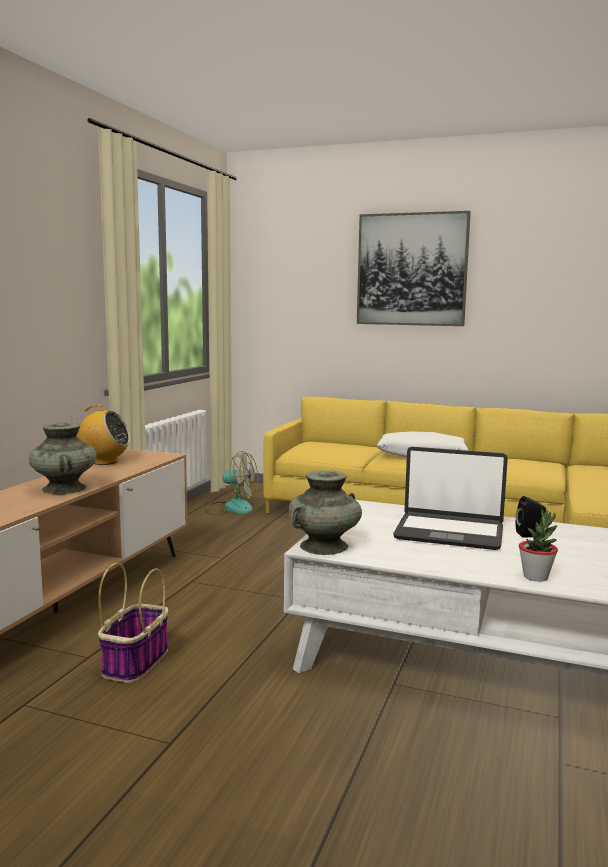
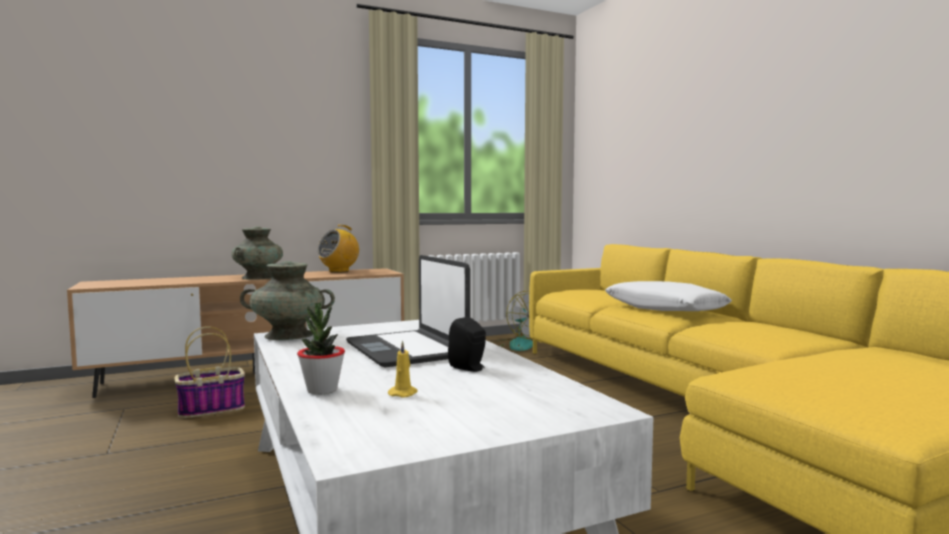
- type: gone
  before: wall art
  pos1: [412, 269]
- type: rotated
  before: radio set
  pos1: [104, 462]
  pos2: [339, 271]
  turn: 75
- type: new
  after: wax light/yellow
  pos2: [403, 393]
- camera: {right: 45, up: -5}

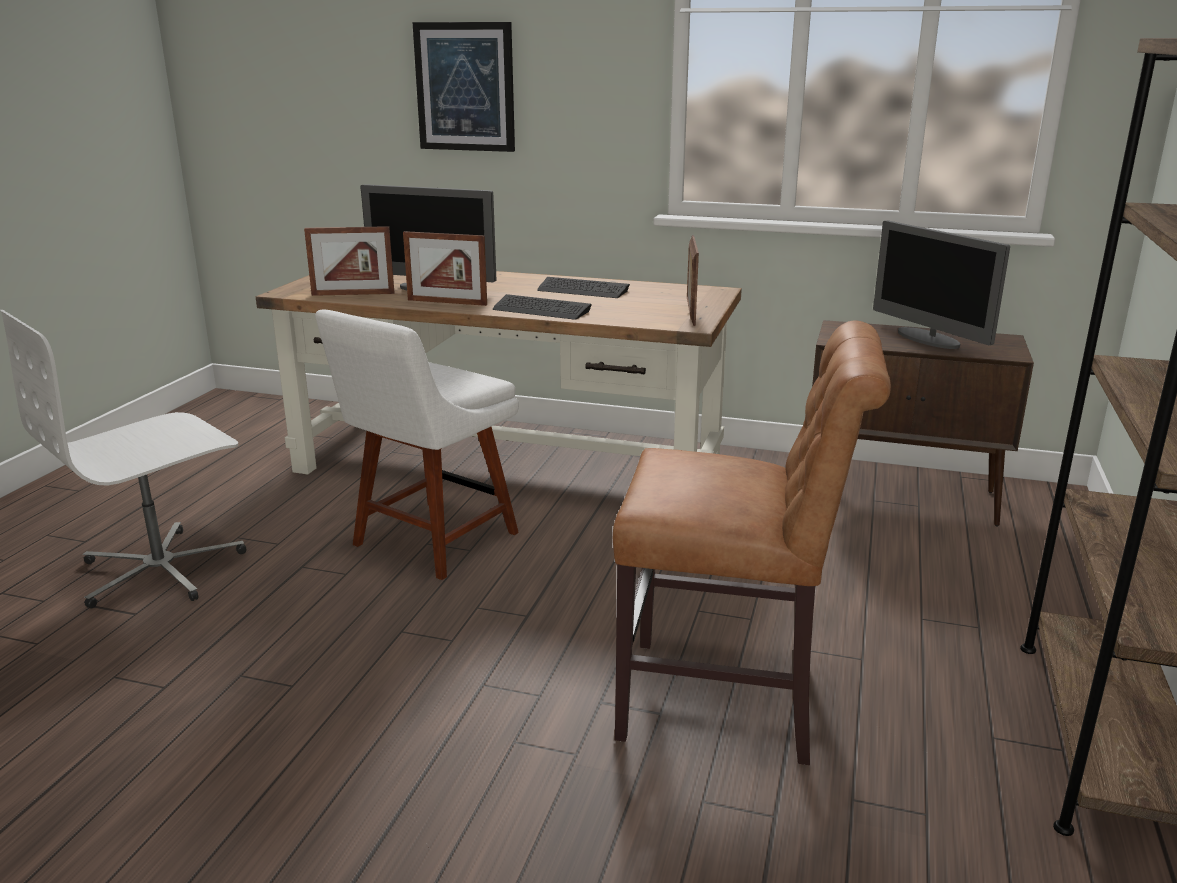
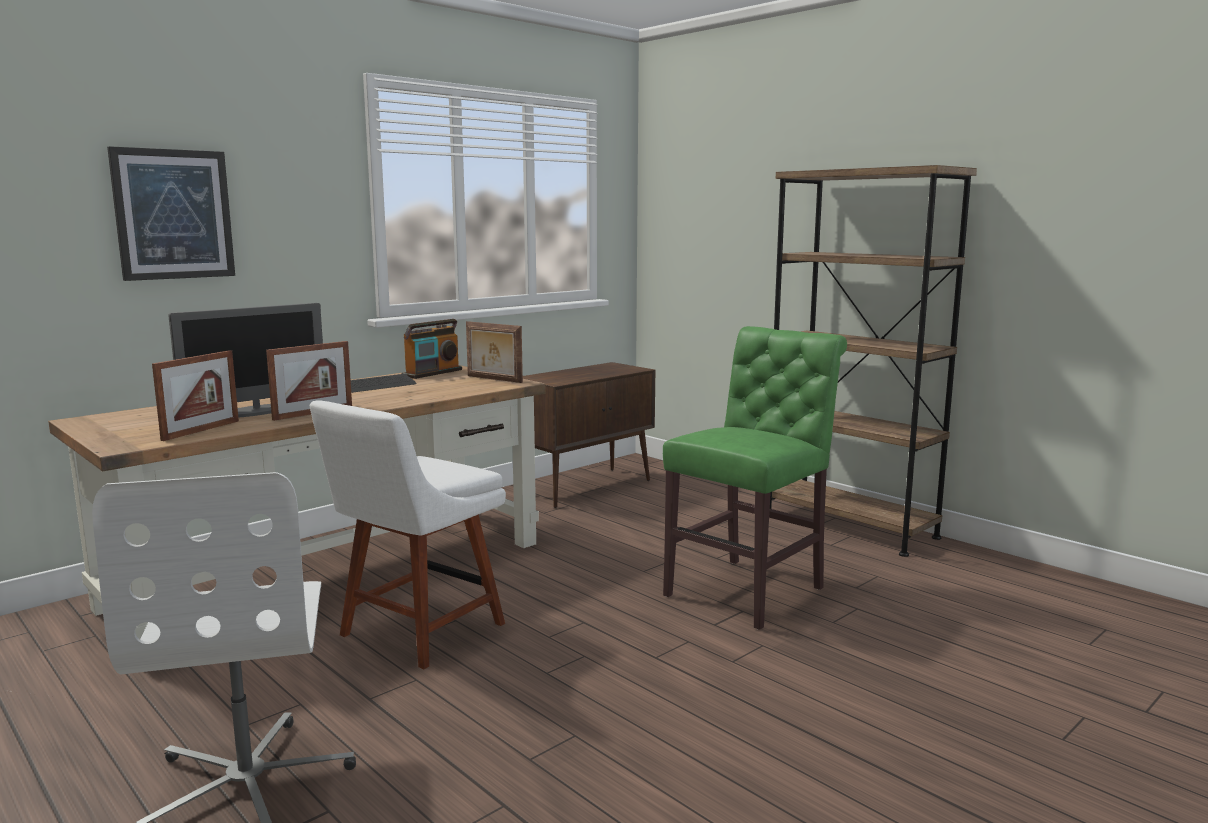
- type: gone
  before: computer screen
  pos1: [928, 339]
- type: gone
  before: PC keyboard
  pos1: [541, 310]
- type: rotated
  before: upright chair/white
  pos1: [430, 542]
  pos2: [417, 632]
  turn: 60
- type: repainted
  before: upright chair/brown-coloured
  after: upright chair/green-coloured
  pos1: [731, 703]
  pos2: [750, 590]
- type: new
  after: radio set
  pos2: [432, 373]
- camera: {right: -60, up: -10}

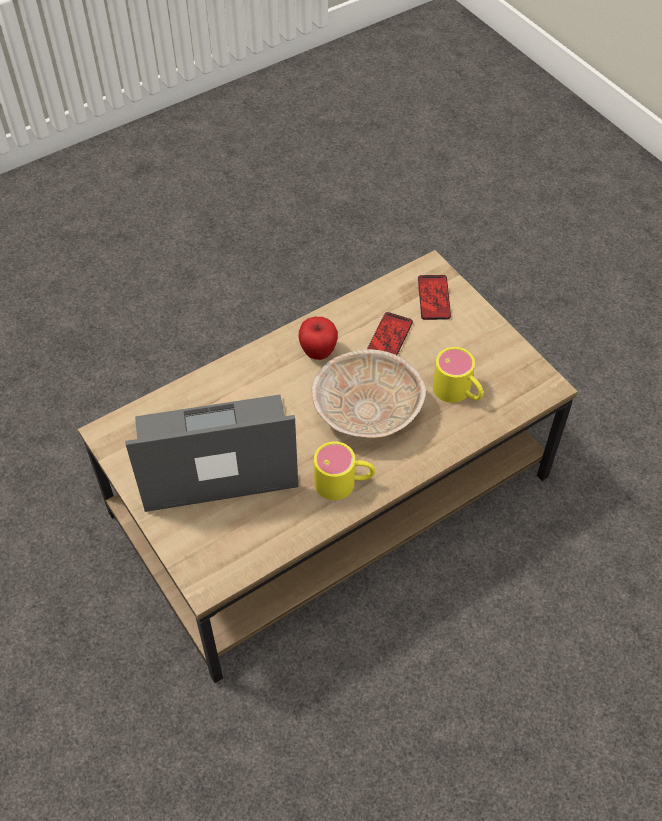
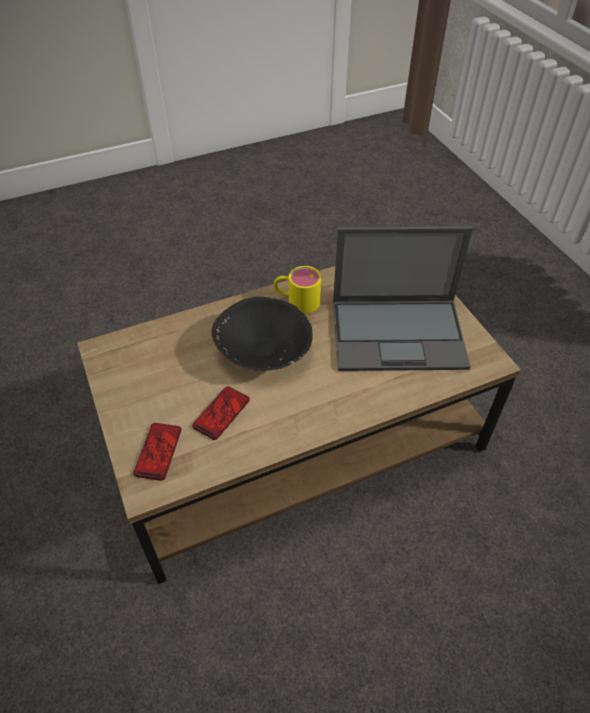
- type: gone
  before: whole apple
  pos1: [318, 352]
- type: gone
  before: coffee mug/yellow
  pos1: [458, 392]
- type: repainted
  before: serving bowl/beige-coloured
  after: serving bowl/black
  pos1: [365, 410]
  pos2: [264, 350]
- camera: {right: -170, up: -5}

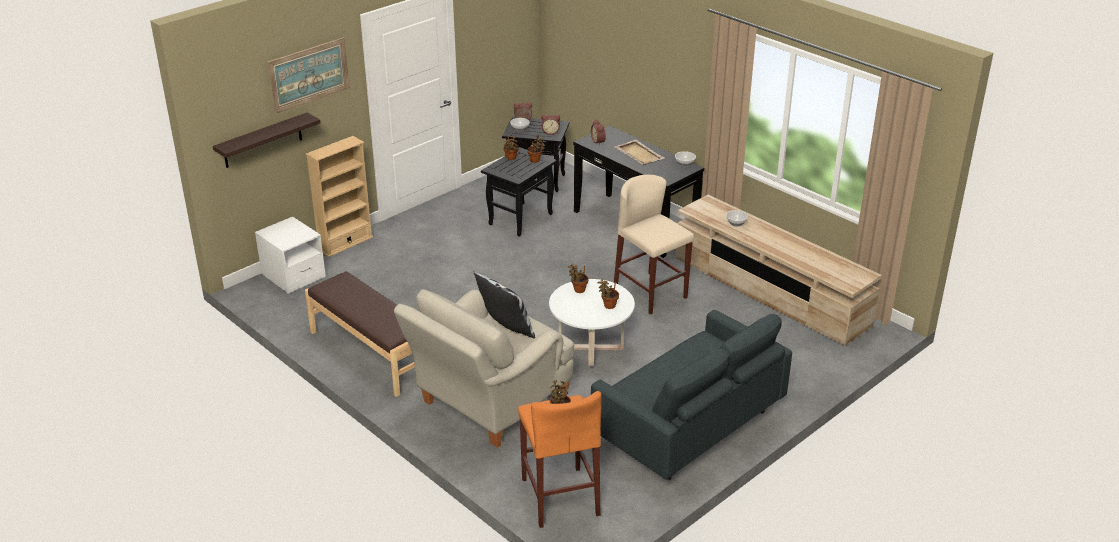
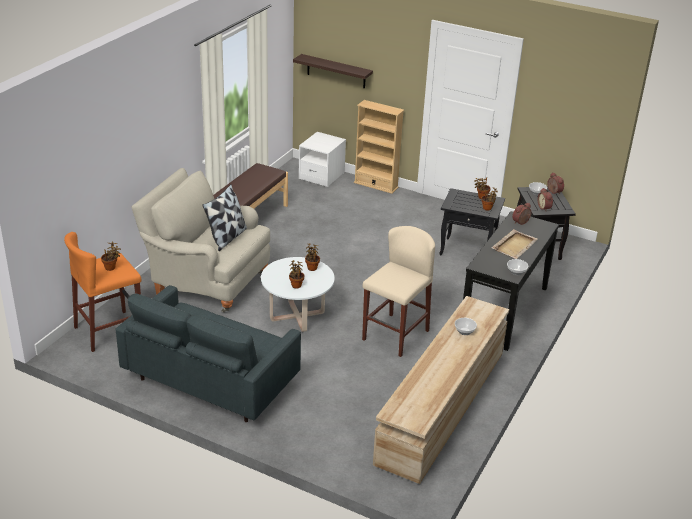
- type: gone
  before: wall art
  pos1: [309, 74]
- camera: {right: 70, up: 0}

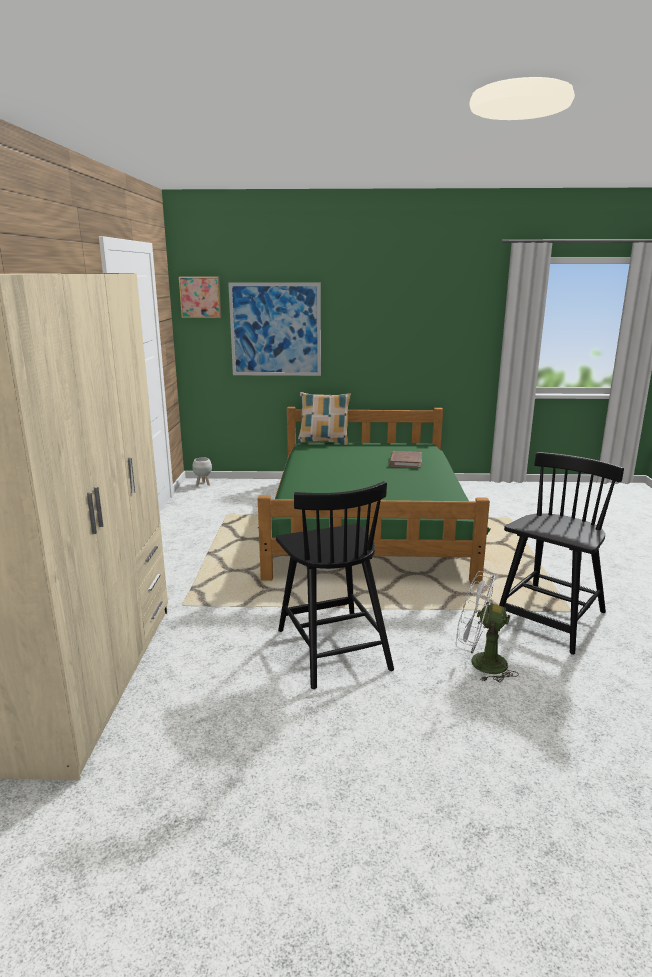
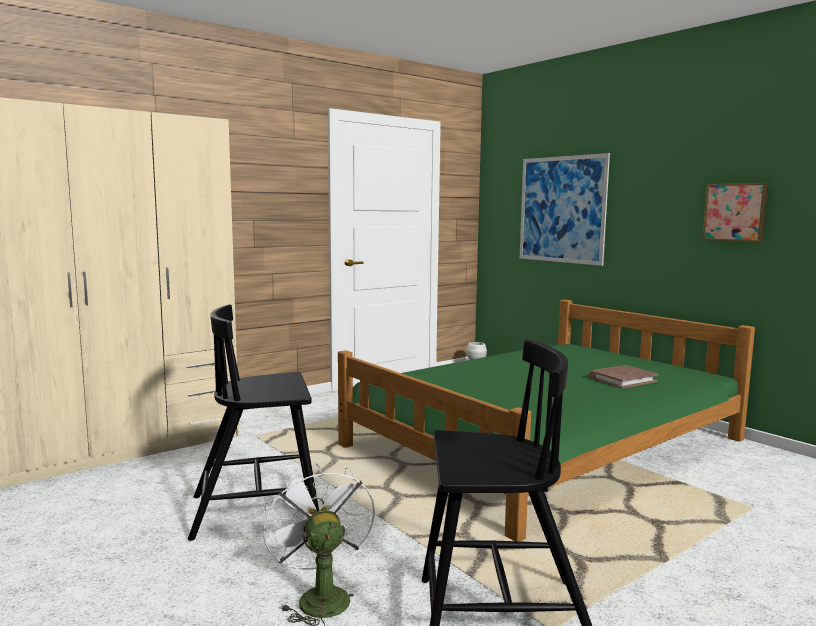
- type: shifted
  before: wall art
  pos1: [200, 297]
  pos2: [735, 212]
- type: gone
  before: pillow
  pos1: [323, 442]
- type: rotated
  before: upright chair/black
  pos1: [332, 648]
  pos2: [258, 510]
  turn: 45
- camera: {right: 50, up: -10}

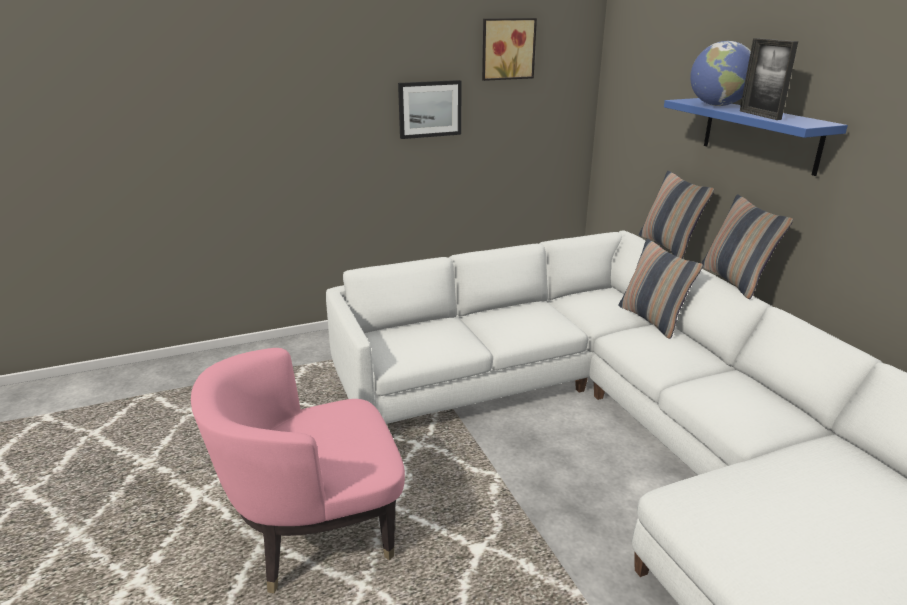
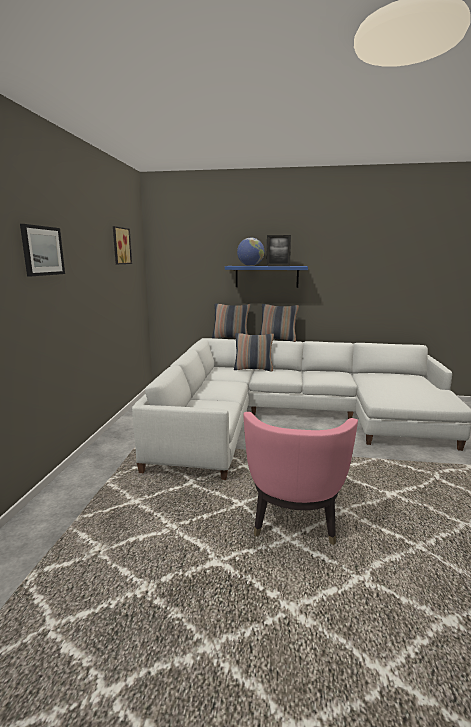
- type: shifted
  before: wall art
  pos1: [429, 109]
  pos2: [42, 251]
- camera: {right: -60, up: -10}

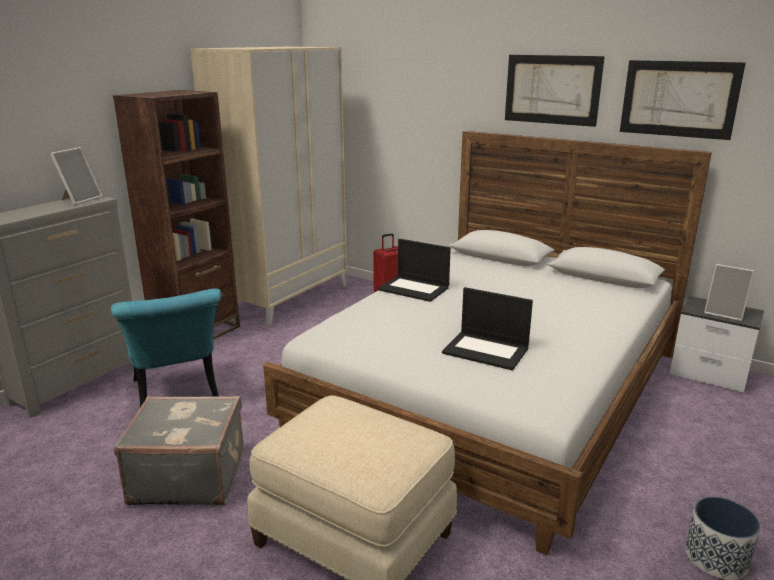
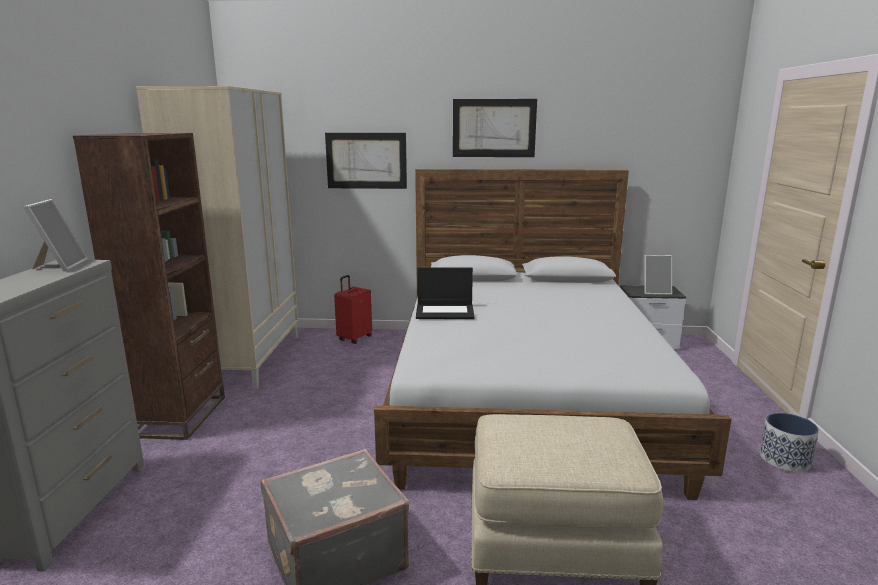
- type: shifted
  before: wall art
  pos1: [679, 99]
  pos2: [366, 160]
- type: gone
  before: laptop
  pos1: [487, 350]
- type: gone
  before: upright chair/turquoise
  pos1: [178, 395]
- camera: {right: -30, up: -5}

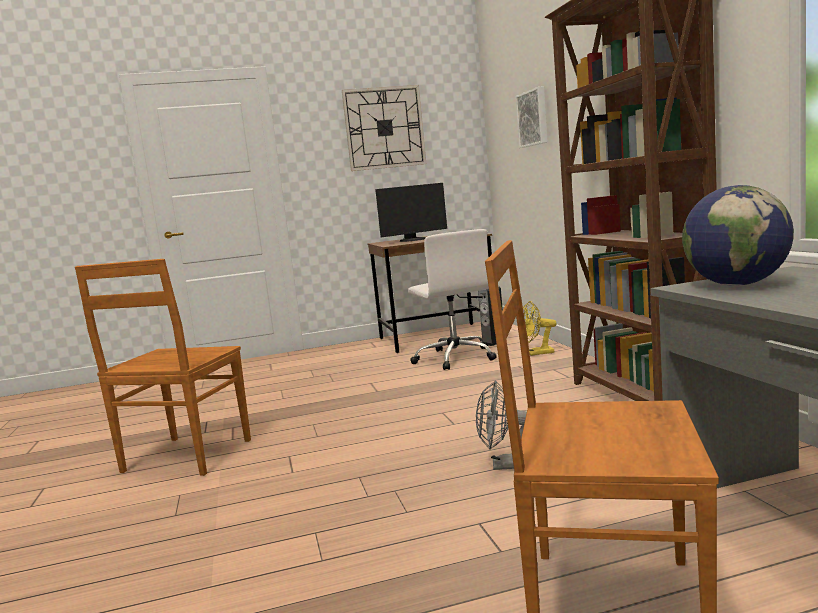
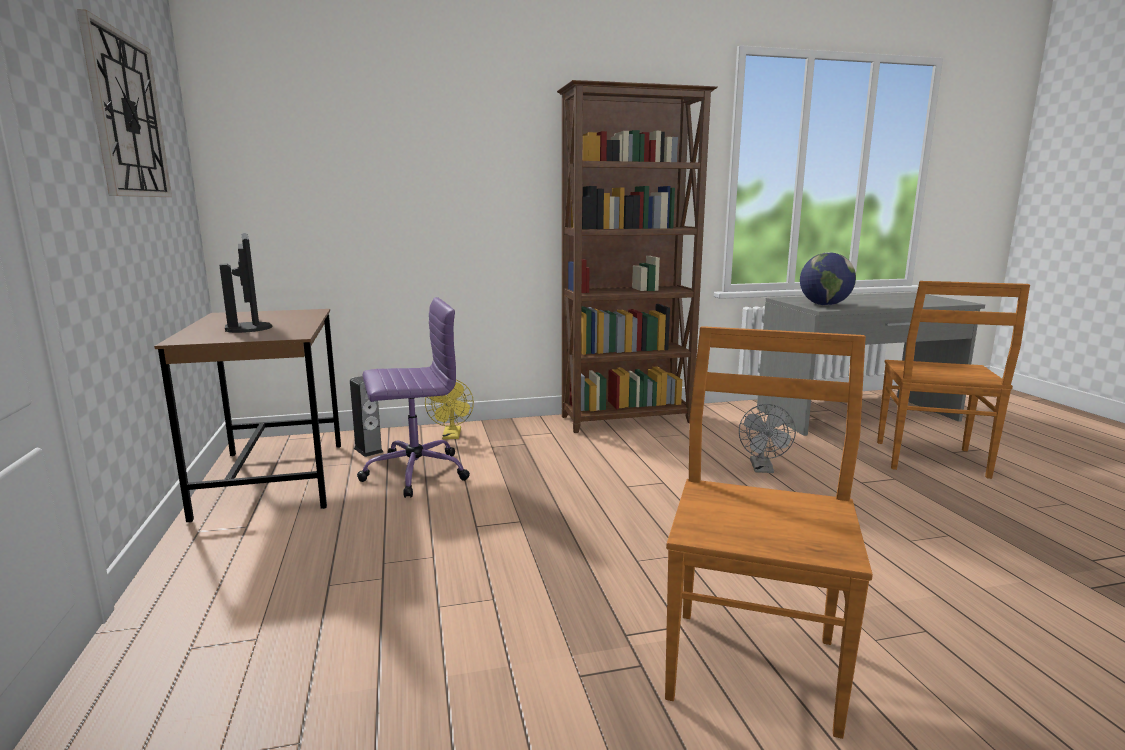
- type: gone
  before: wall art
  pos1: [534, 118]
- type: repainted
  before: desk chair/white
  after: desk chair/purple
  pos1: [455, 358]
  pos2: [413, 473]
- type: rotated
  before: upright chair/brown-coloured
  pos1: [185, 457]
  pos2: [753, 664]
  turn: -90
- camera: {right: -90, up: 5}

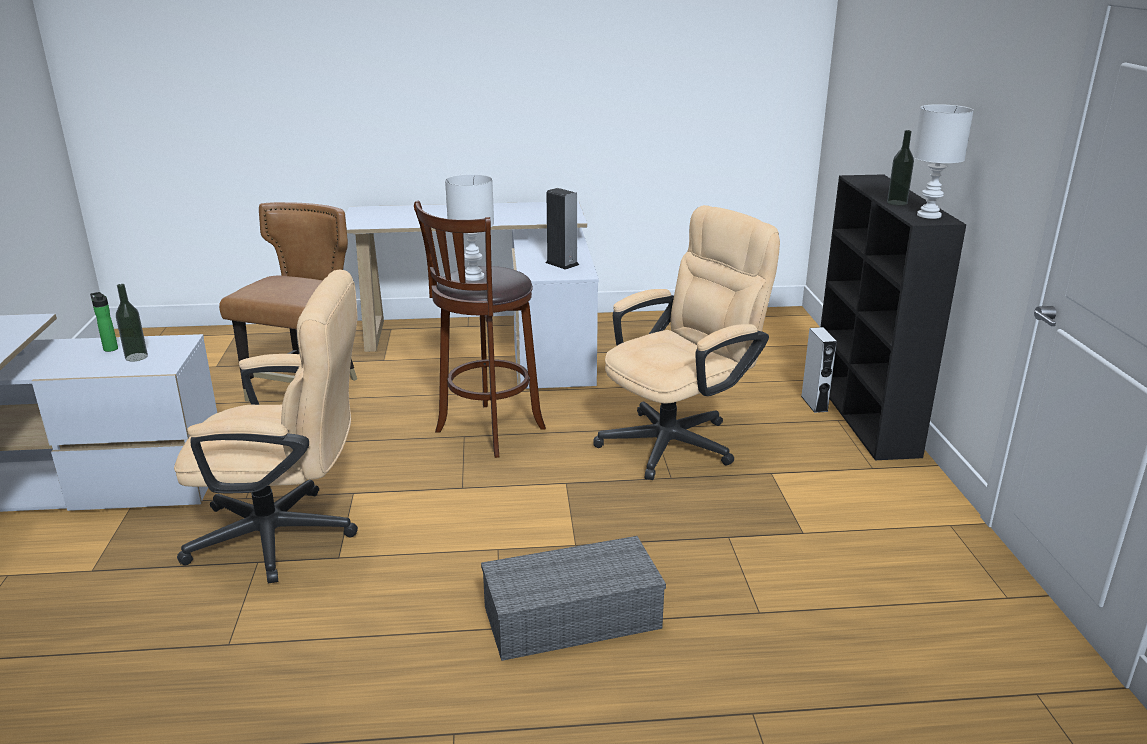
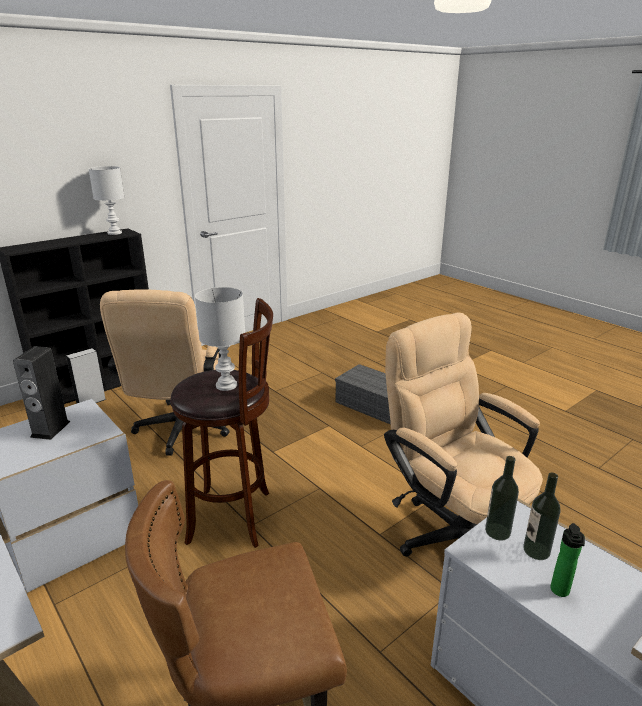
- type: shifted
  before: bottle
  pos1: [897, 203]
  pos2: [497, 531]
- type: rotated
  before: desk chair/beige-coloured
  pos1: [679, 440]
  pos2: [180, 431]
  turn: -105
- camera: {right: -125, up: 0}

